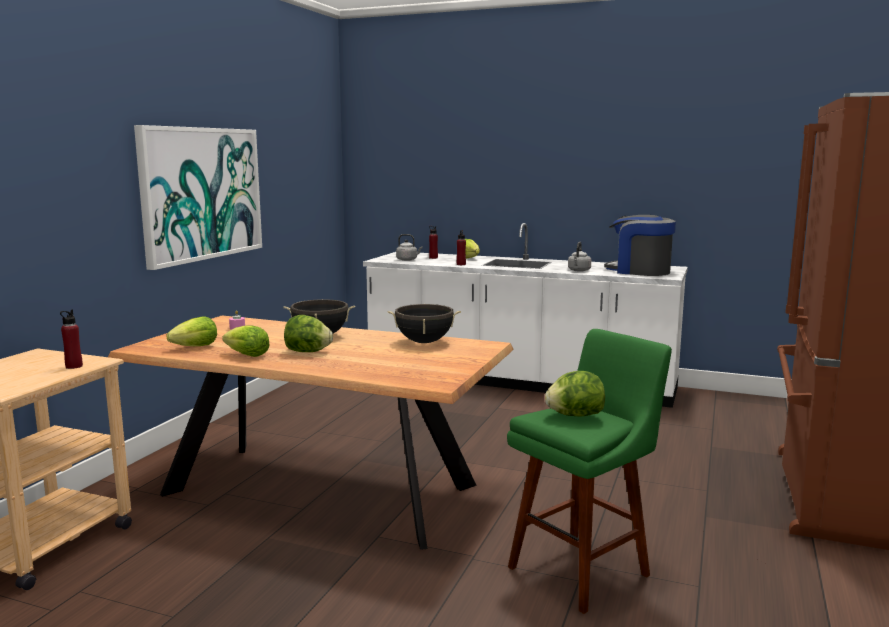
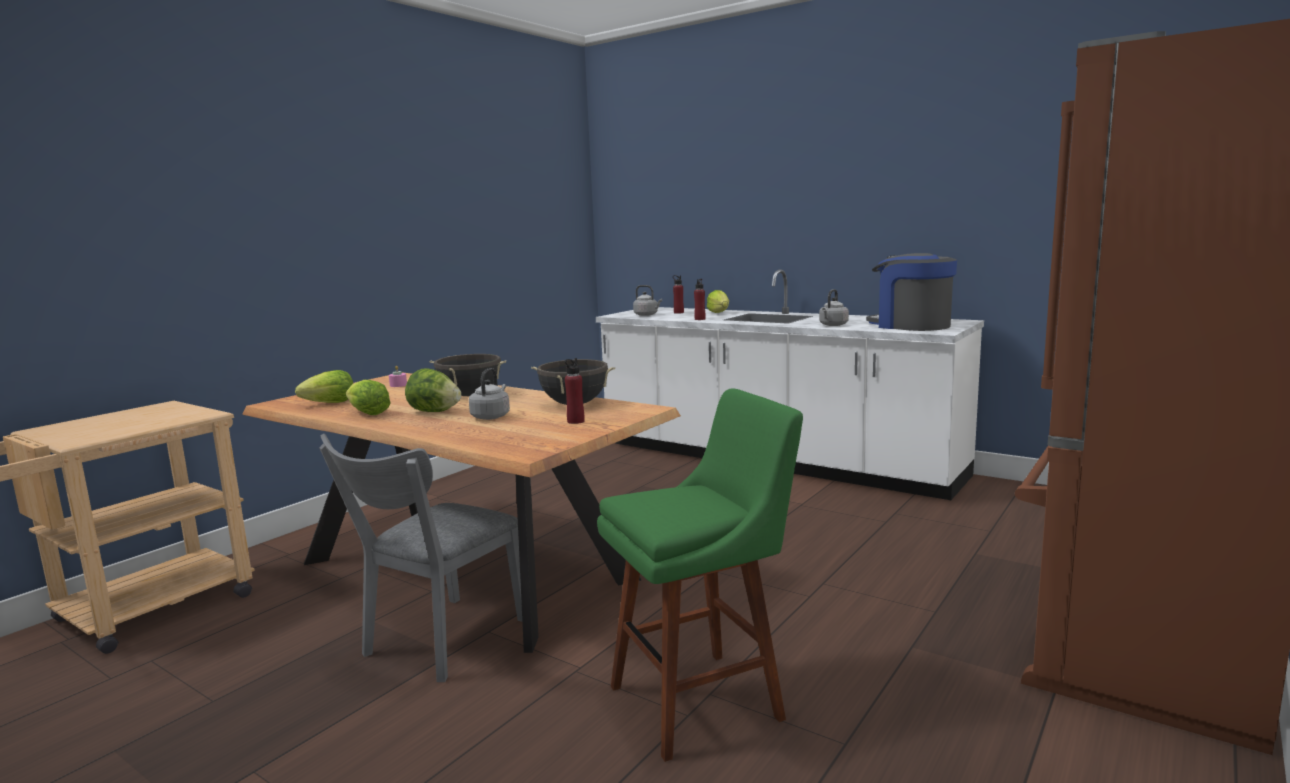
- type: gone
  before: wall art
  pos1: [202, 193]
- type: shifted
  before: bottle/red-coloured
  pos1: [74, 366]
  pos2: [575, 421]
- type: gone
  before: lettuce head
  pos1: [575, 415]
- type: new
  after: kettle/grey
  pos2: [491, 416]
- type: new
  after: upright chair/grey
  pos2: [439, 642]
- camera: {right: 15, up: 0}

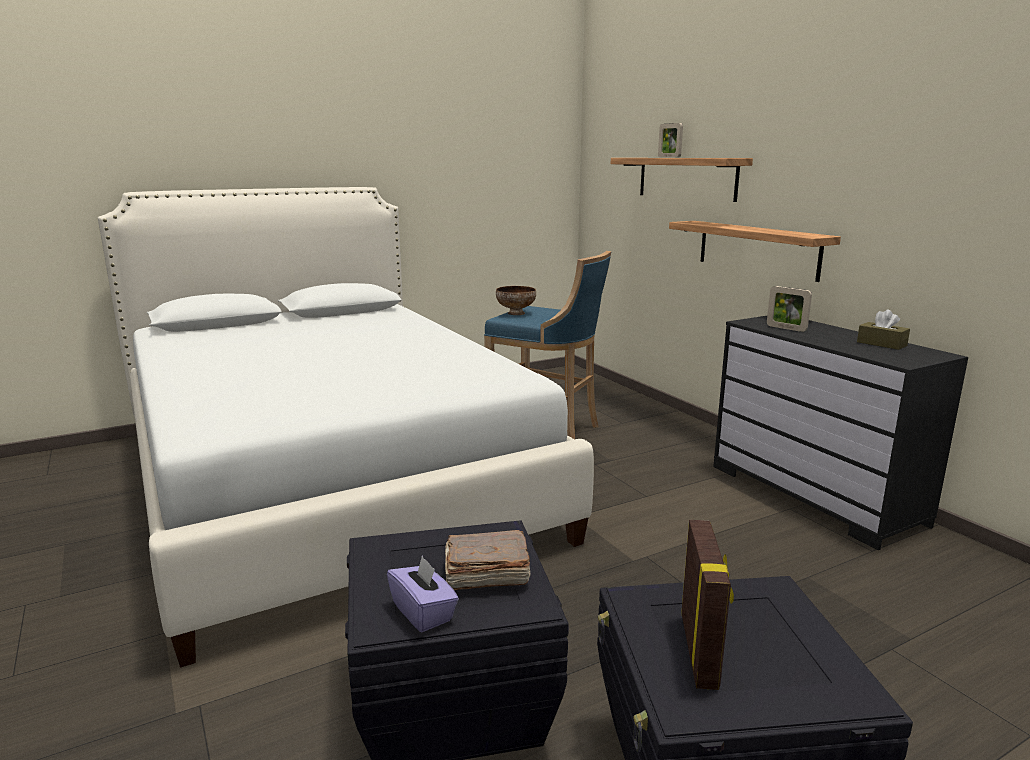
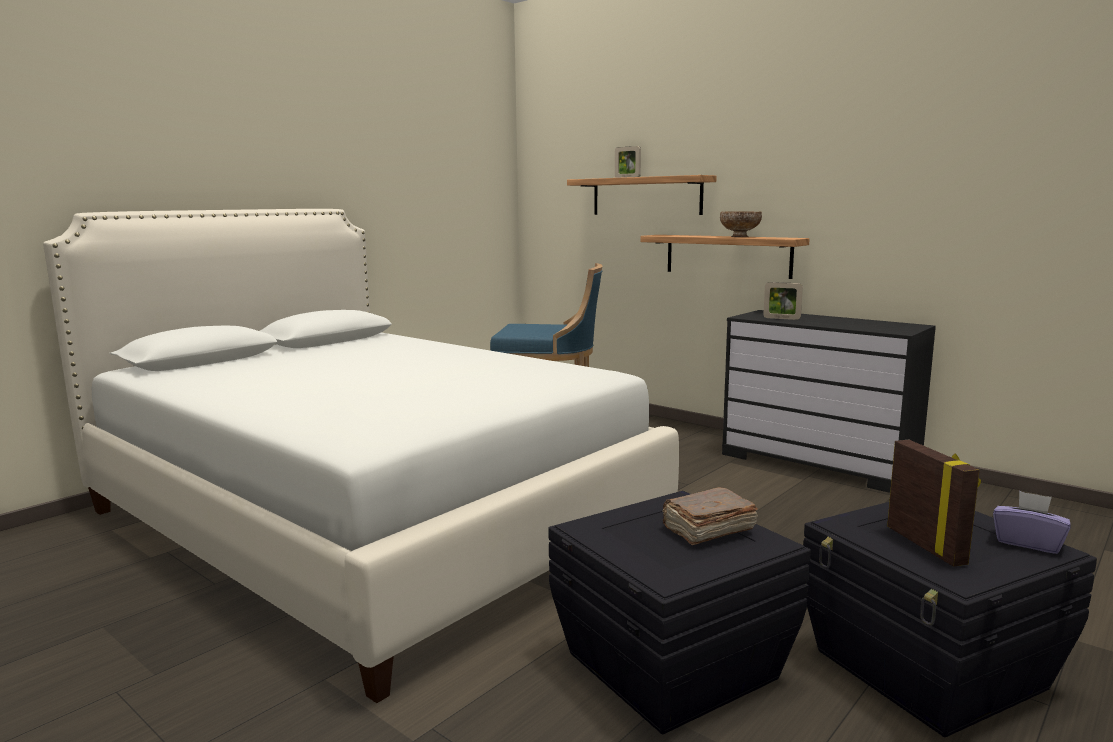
- type: shifted
  before: serving bowl
  pos1: [515, 313]
  pos2: [739, 237]
- type: gone
  before: tissue holder/brown-coloured
  pos1: [881, 344]
- type: shifted
  before: tissue holder/purple
  pos1: [423, 612]
  pos2: [1028, 542]
- camera: {right: -20, up: -5}

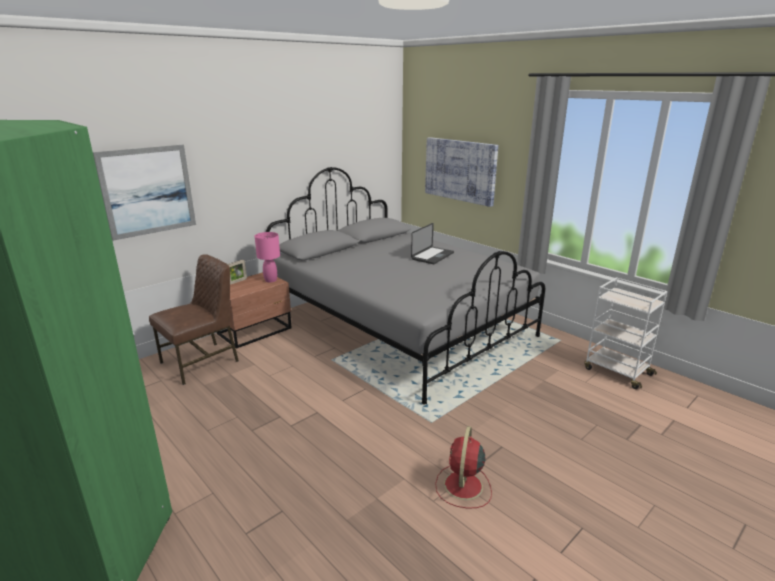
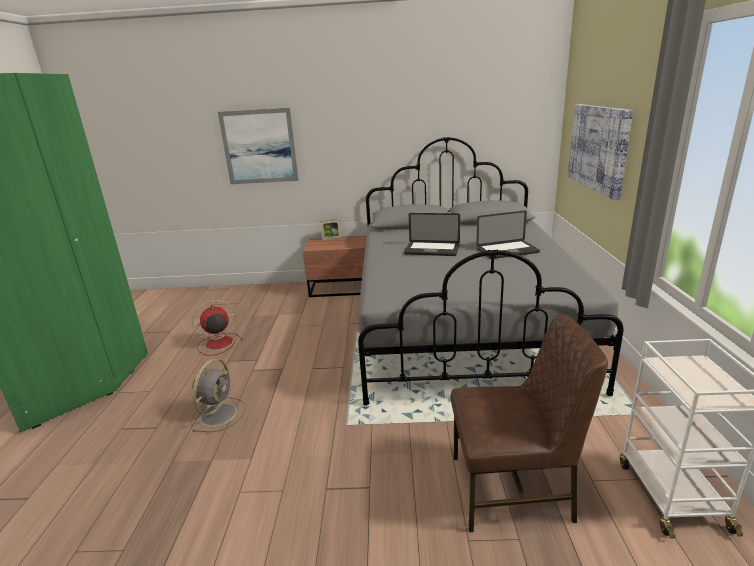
- type: gone
  before: table lamp/pink
  pos1: [271, 280]
- type: shifted
  before: upright chair/brown-coloured
  pos1: [201, 362]
  pos2: [513, 489]
- type: shifted
  before: cooling fan/red-coloured
  pos1: [463, 486]
  pos2: [218, 344]
- type: new
  after: laptop
  pos2: [432, 250]
- type: new
  after: cooling fan/grey
  pos2: [219, 413]
- camera: {right: 45, up: 0}

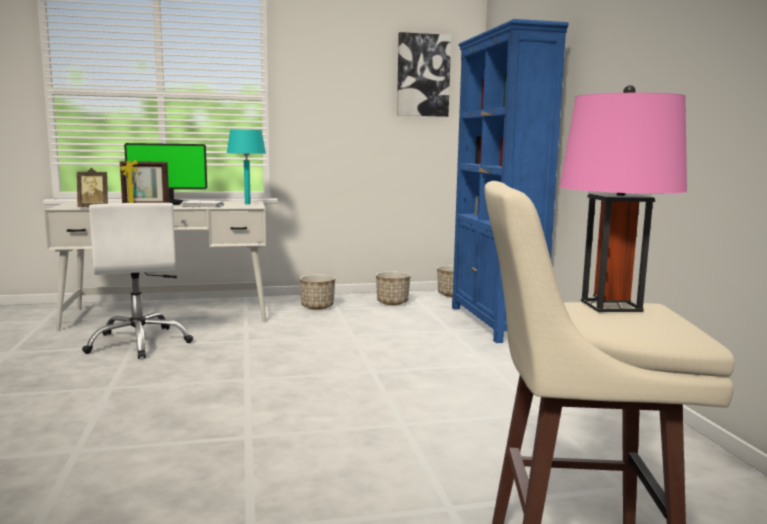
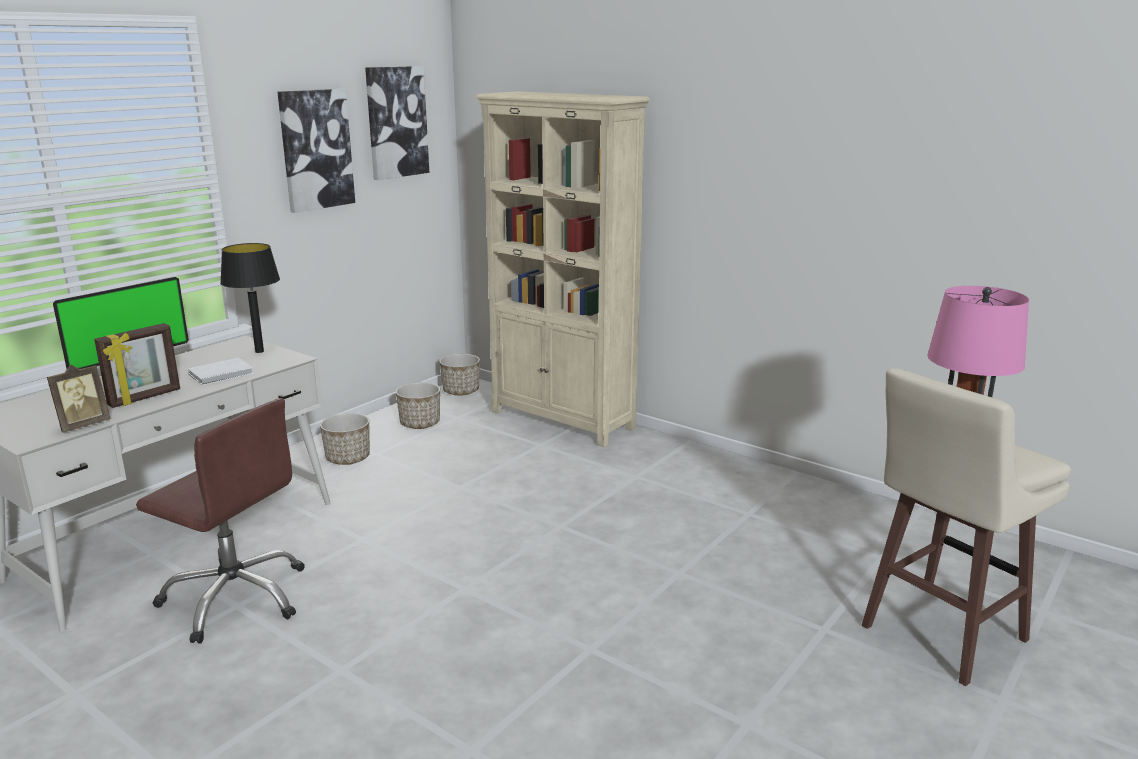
- type: repainted
  before: shelving unit/blue-coloured
  after: shelving unit/beige-coloured
  pos1: [495, 323]
  pos2: [563, 420]
- type: repainted
  before: table lamp/turquoise
  after: table lamp/black
  pos1: [247, 204]
  pos2: [259, 351]
- type: repainted
  before: desk chair/white
  after: desk chair/brown-coloured
  pos1: [139, 343]
  pos2: [236, 597]
- type: new
  after: wall art
  pos2: [315, 149]
- camera: {right: -40, up: 10}

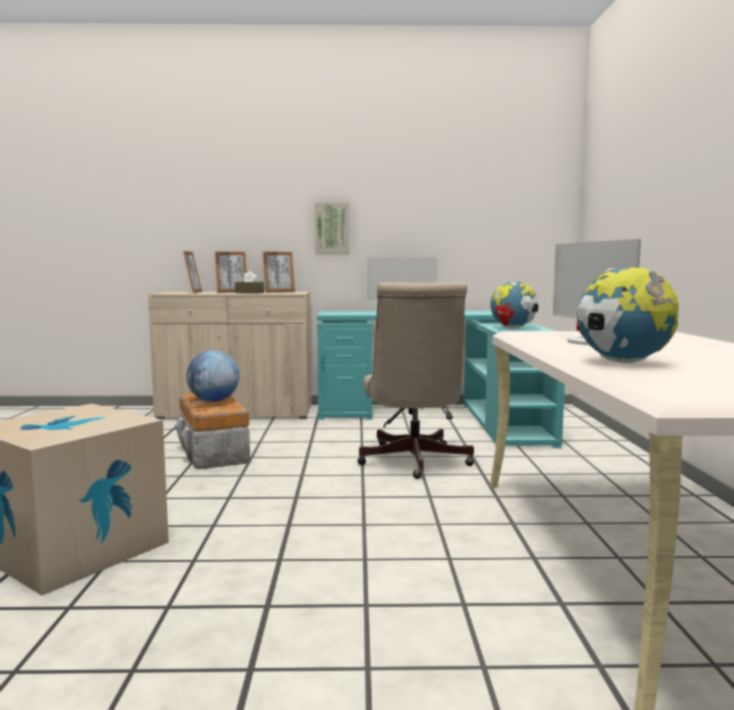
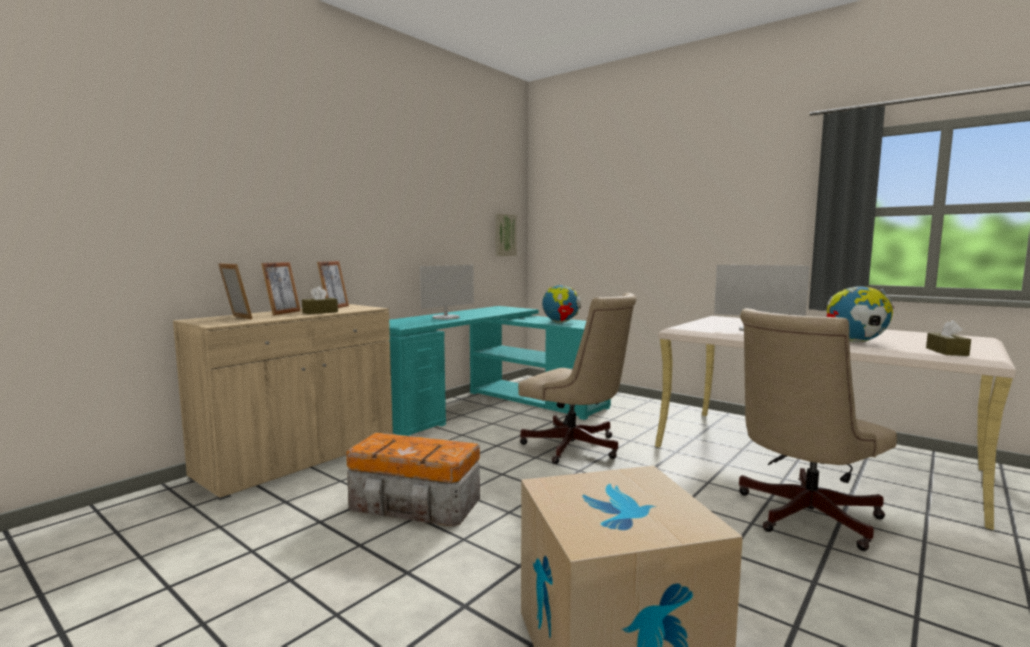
- type: shifted
  before: wall art
  pos1: [332, 229]
  pos2: [504, 235]
- type: gone
  before: desk globe
  pos1: [213, 401]
- type: new
  after: desk chair/beige-coloured
  pos2: [801, 517]
- type: new
  after: tissue holder/brown-coloured
  pos2: [946, 352]
- camera: {right: -50, up: 0}

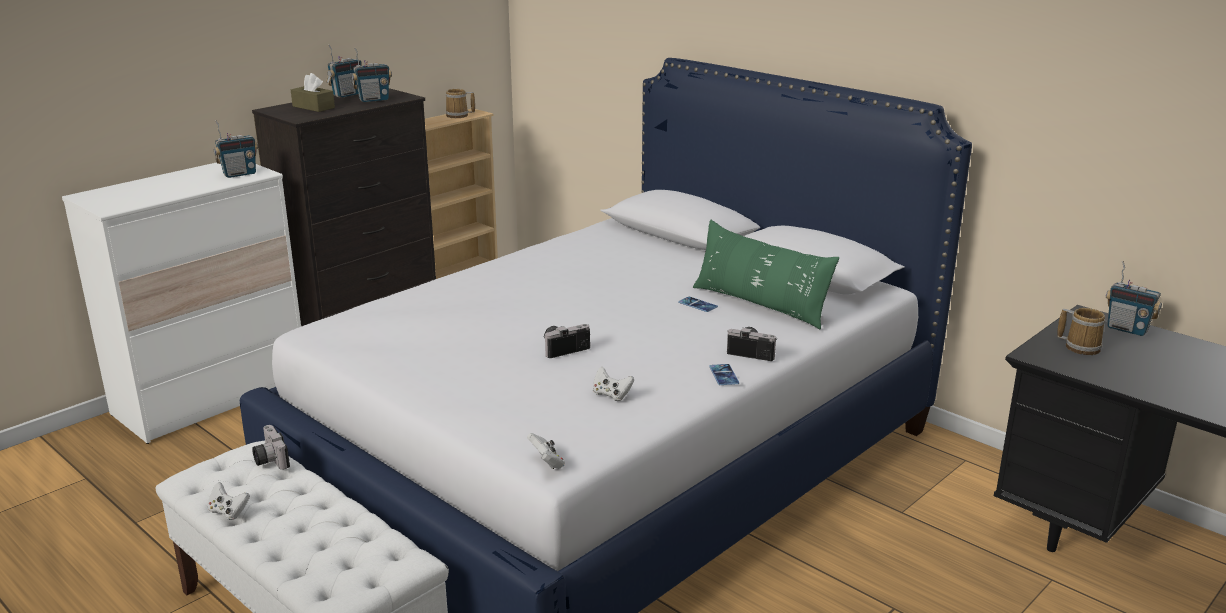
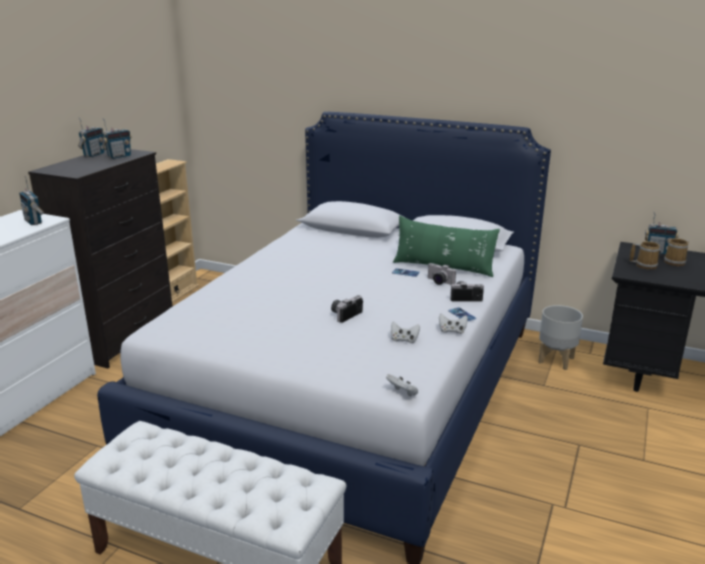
- type: gone
  before: tissue holder/brown-coloured
  pos1: [313, 107]
- type: shifted
  before: coffee mug
  pos1: [459, 115]
  pos2: [676, 262]
- type: rotated
  before: radio set
  pos1: [239, 174]
  pos2: [34, 222]
  turn: 105
- type: shifted
  before: photo camera
  pos1: [269, 459]
  pos2: [438, 282]
- type: shifted
  before: gamepad/white
  pos1: [228, 512]
  pos2: [452, 331]
- type: new
  after: plant pot/grey
  pos2: [556, 360]
- camera: {right: -20, up: 0}

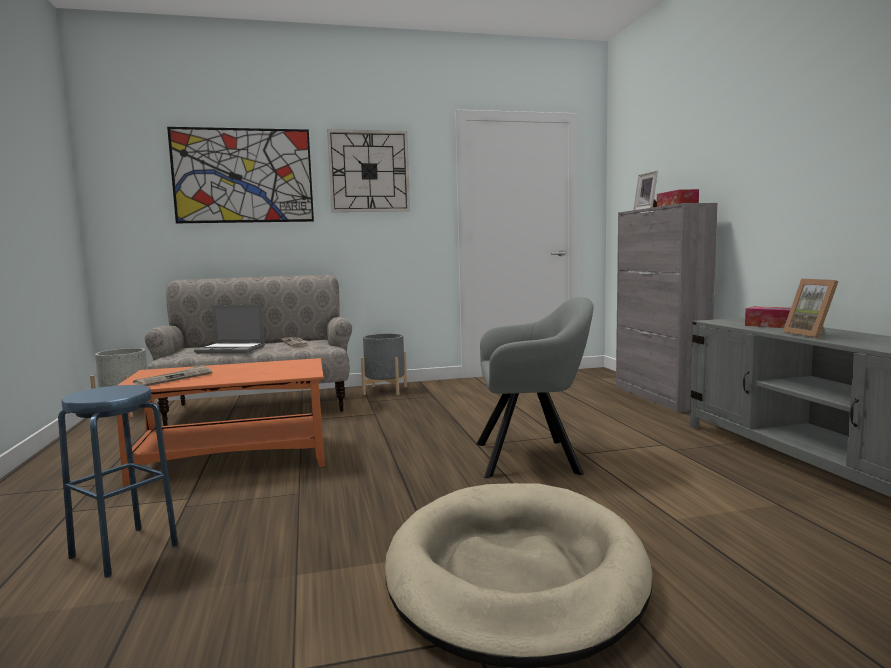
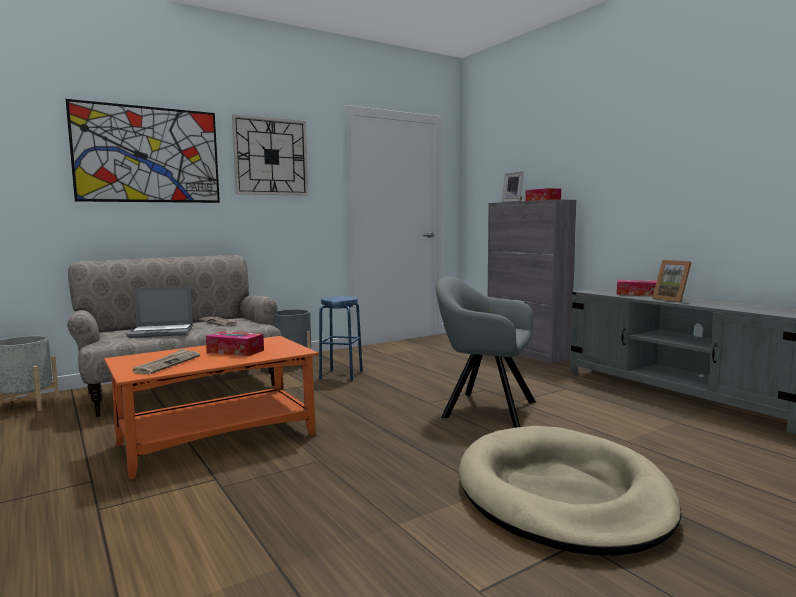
- type: rotated
  before: armchair/grey
  pos1: [533, 457]
  pos2: [483, 408]
  turn: -135
- type: shifted
  before: stool seat/blue-coloured
  pos1: [124, 551]
  pos2: [341, 375]
- type: new
  after: tissue holder
  pos2: [235, 351]
- camera: {right: -20, up: 0}

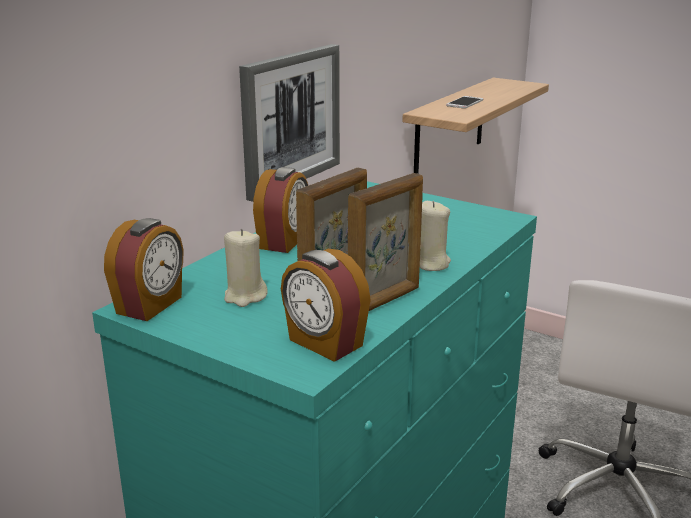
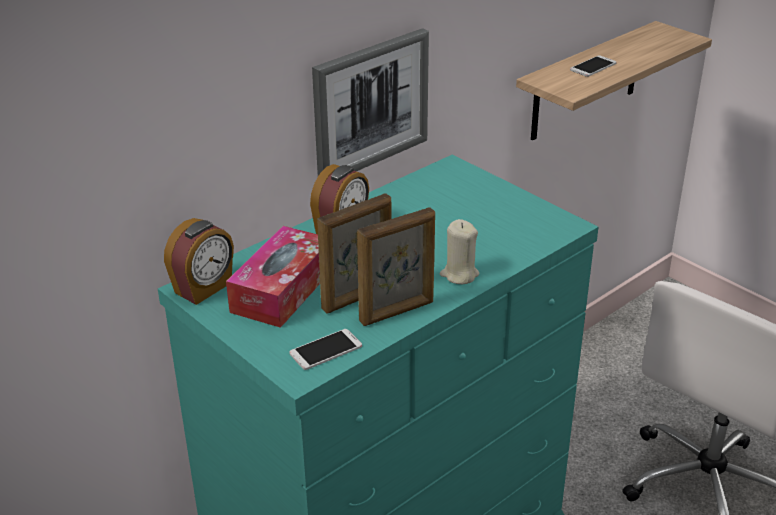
- type: swapped
  before: wax light/beige-coloured
  after: tissue holder
  pos1: [245, 296]
  pos2: [283, 290]
- type: swapped
  before: bedside clock
  after: phone
  pos1: [324, 343]
  pos2: [325, 350]
- camera: {right: 15, up: 10}

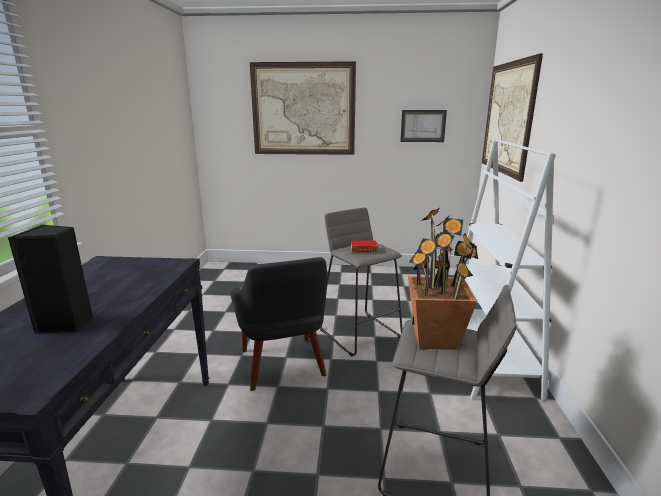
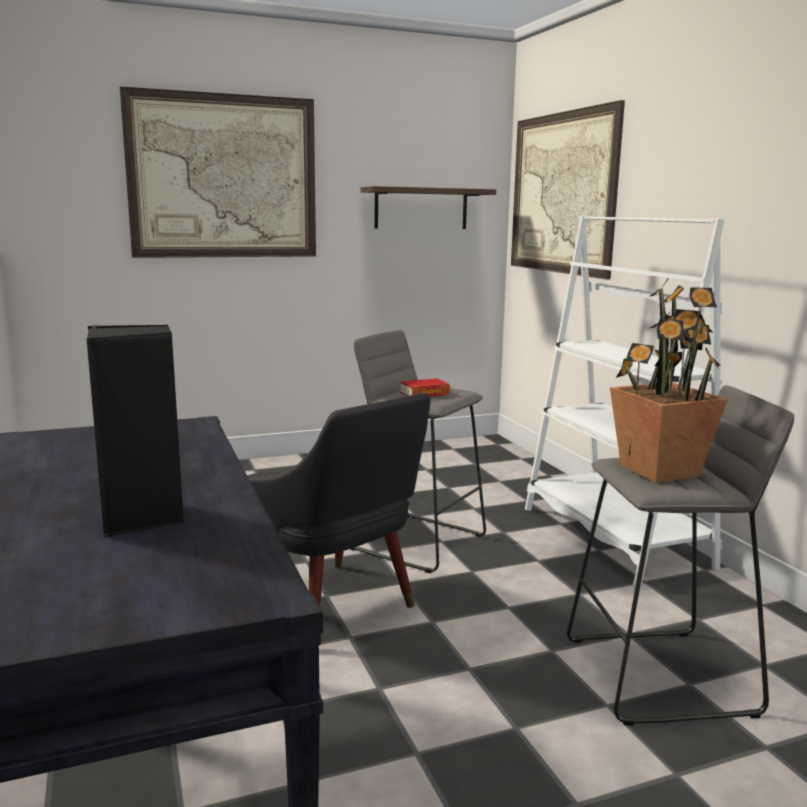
- type: swapped
  before: wall art
  after: wall shelf
  pos1: [423, 126]
  pos2: [421, 208]
- camera: {right: -25, up: -5}

